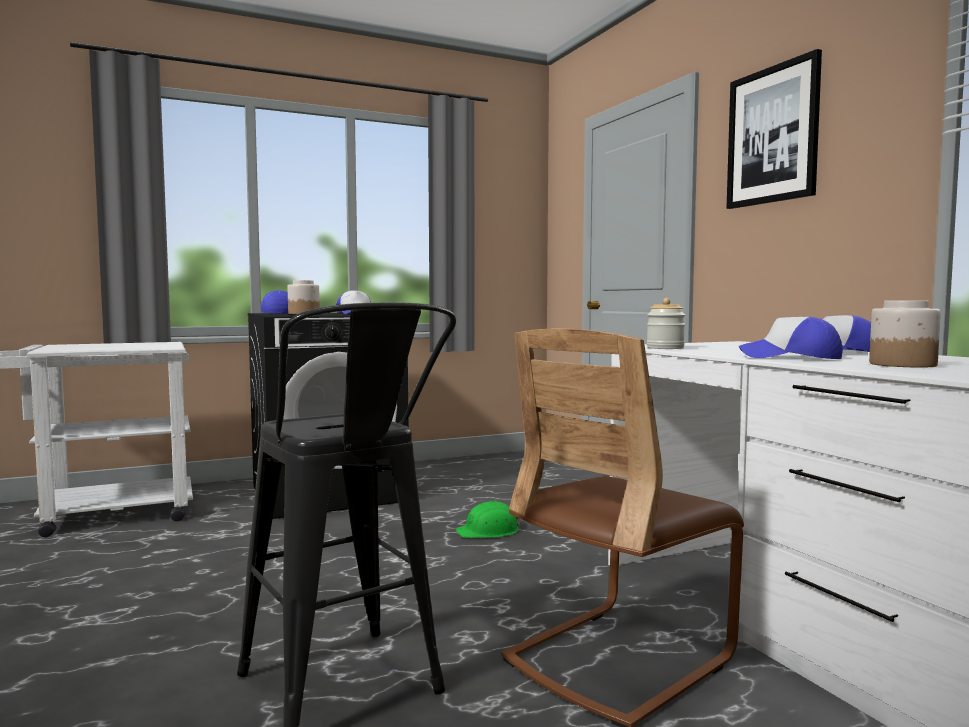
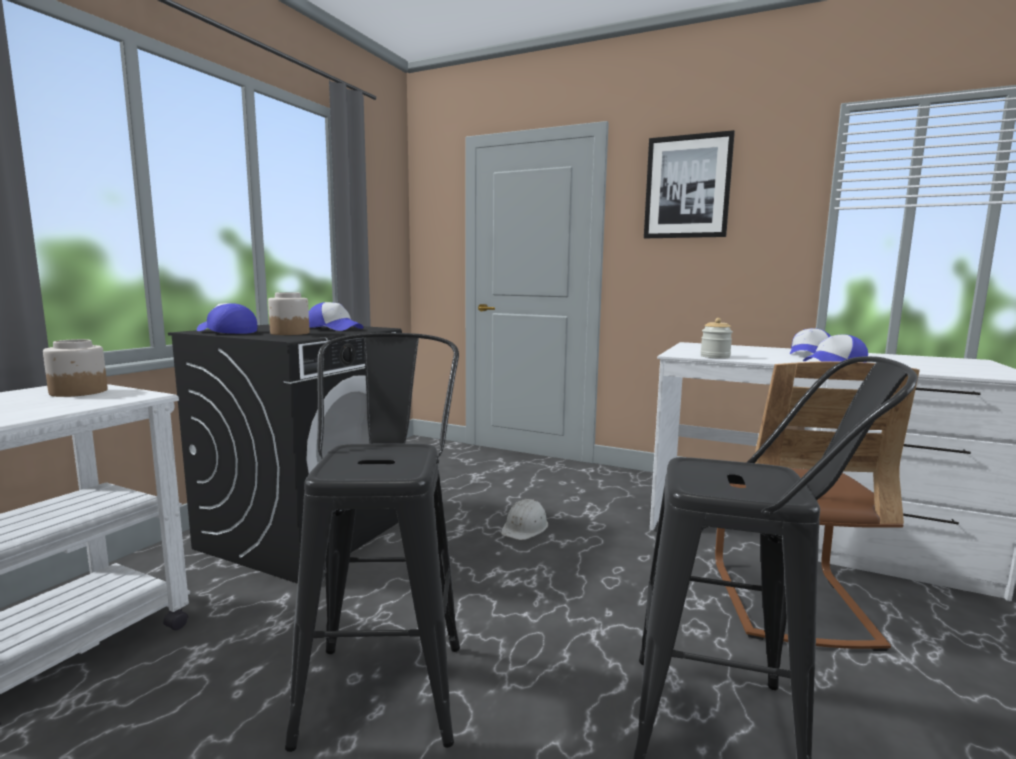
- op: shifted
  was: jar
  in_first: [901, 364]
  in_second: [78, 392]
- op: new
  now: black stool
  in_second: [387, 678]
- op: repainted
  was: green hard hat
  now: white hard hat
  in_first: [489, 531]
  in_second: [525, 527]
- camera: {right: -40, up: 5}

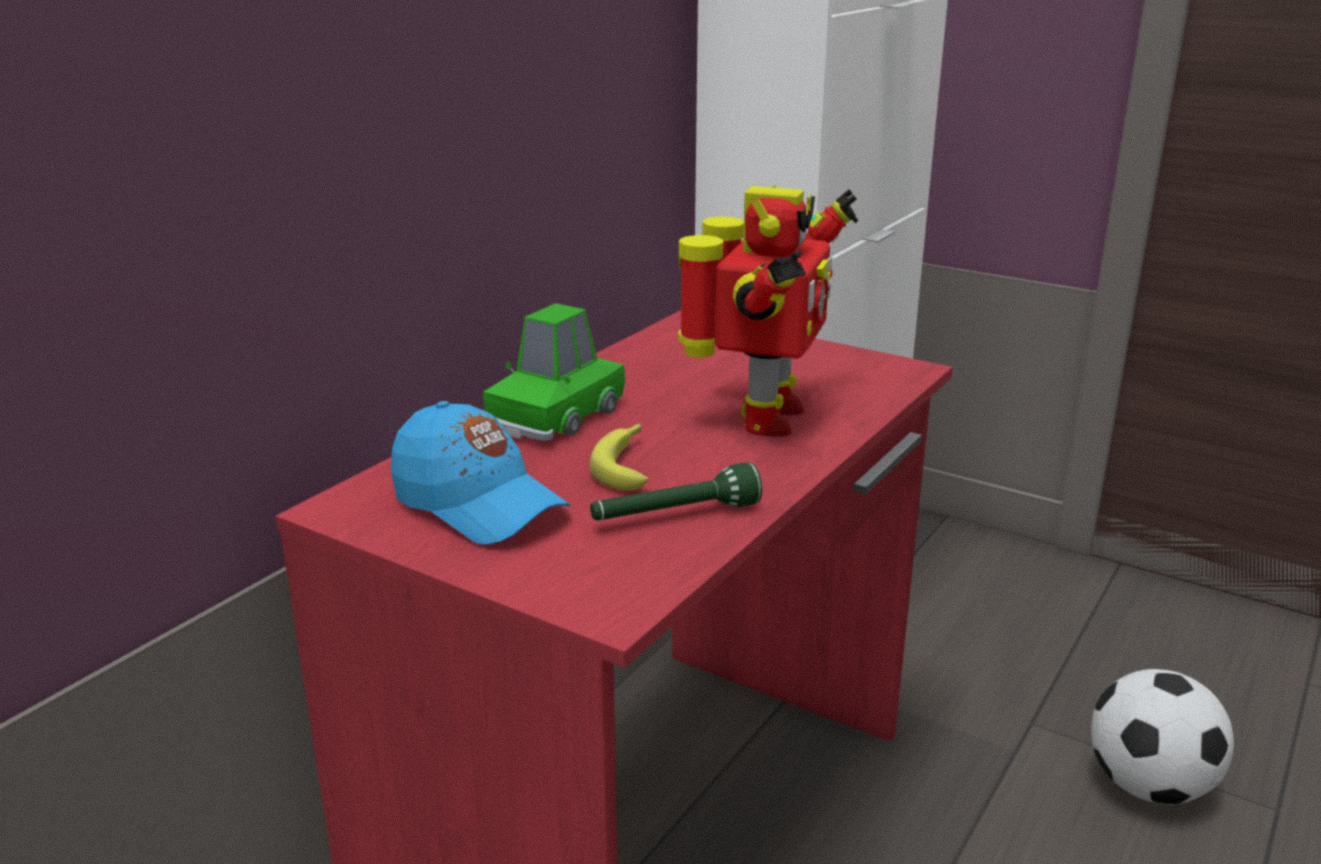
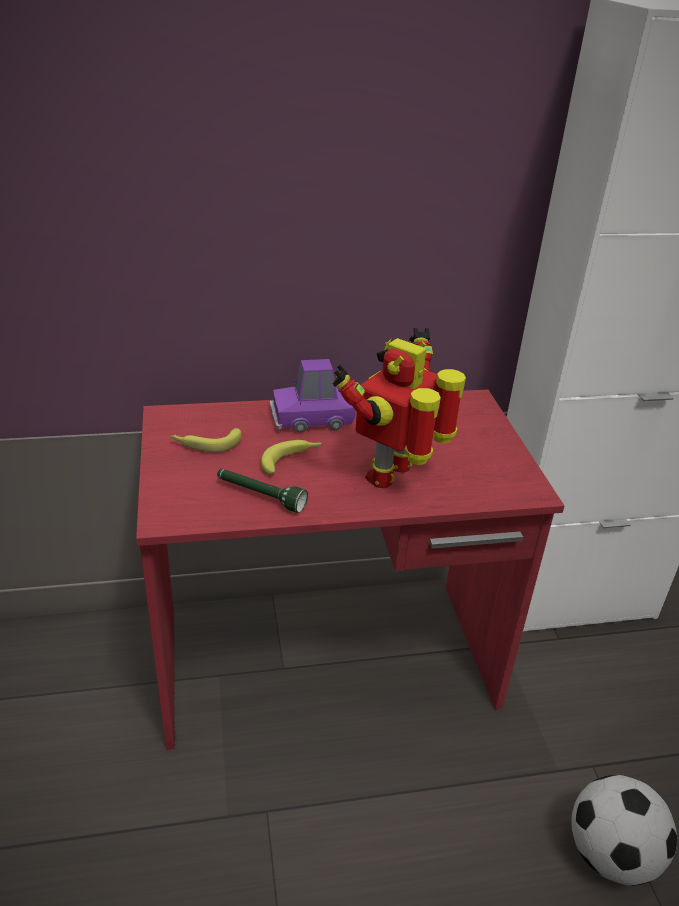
- op: swapped
  was: blue cap
  now: banana
  in_first: [478, 505]
  in_second: [206, 444]
- op: repainted
  was: green toy car
  now: purple toy car
  in_first: [556, 416]
  in_second: [311, 418]
- op: rotated
  was: toy robot
  in_first: [763, 419]
  in_second: [394, 474]
  clockwise: 150
- camera: {right: 45, up: 10}

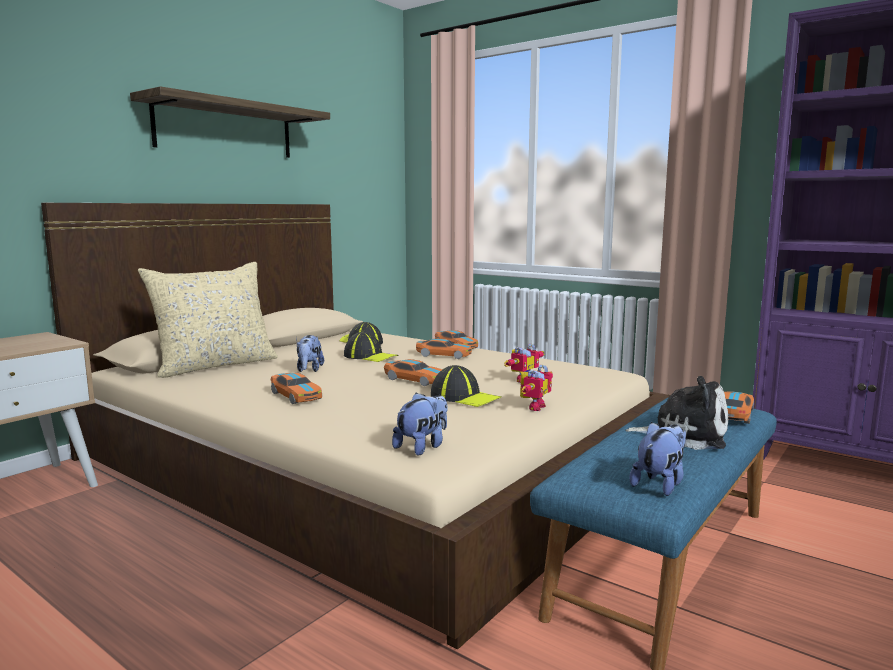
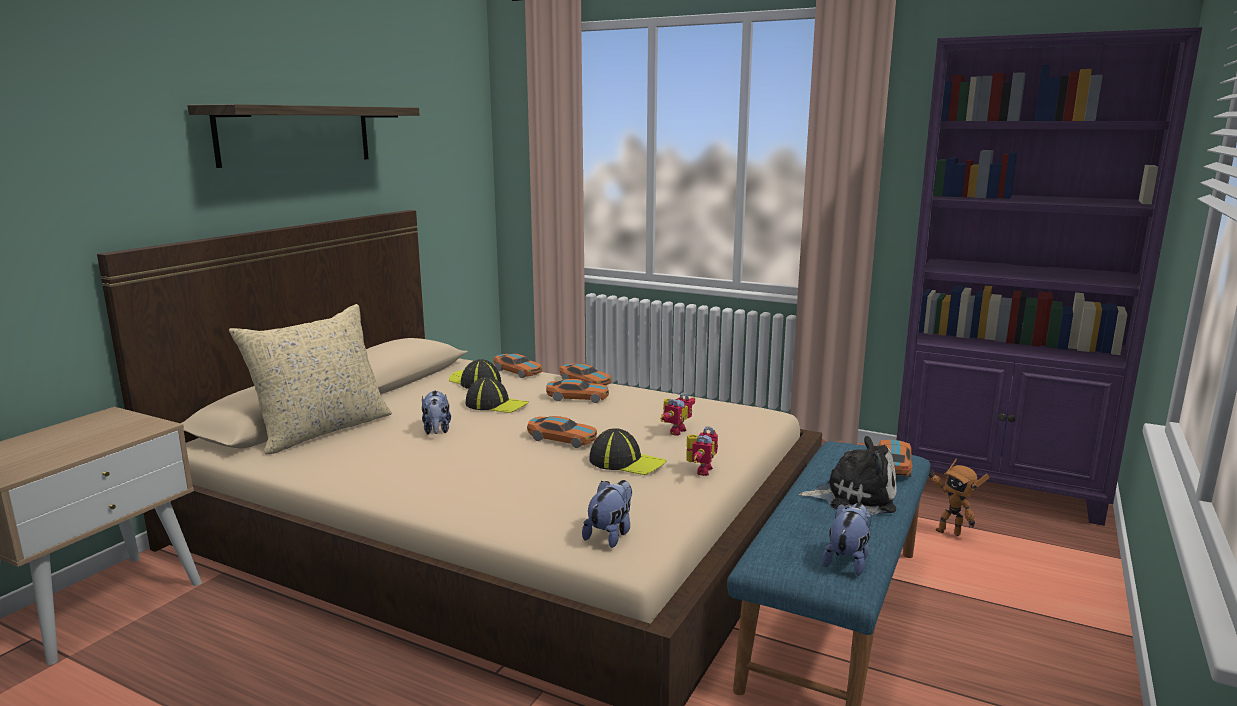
- op: shifted
  was: toy car
  in_first: [296, 395]
  in_second: [518, 371]
- op: new
  now: toy robot
  in_second: [948, 531]
- camera: {right: -10, up: 5}

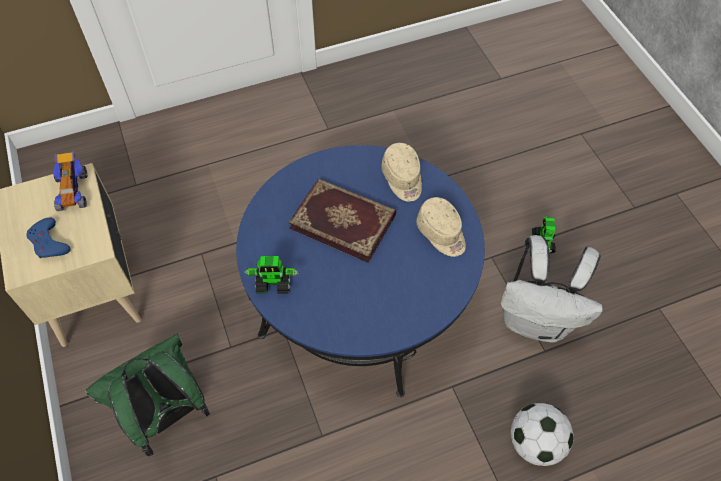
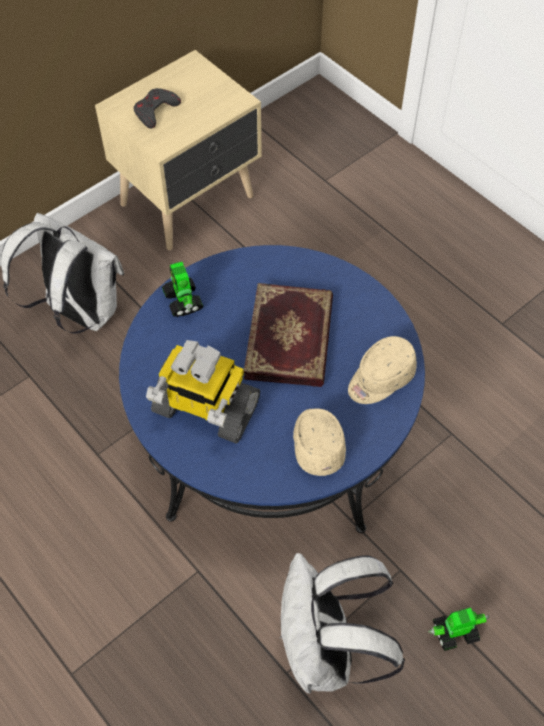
- op: repainted
  was: green backpack
  now: white backpack
  in_first: [168, 415]
  in_second: [79, 312]
- op: repainted
  was: blue game controller
  now: grey game controller
  in_first: [49, 242]
  in_second: [155, 111]
- op: new
  now: toy robot
  in_second: [204, 408]
- op: rotated
  was: beige cap
  in_first: [441, 233]
  in_second: [317, 443]
  clockwise: 135
- op: gone
  was: toy car
  in_first: [72, 190]
- op: gone
  was: football
  in_first: [535, 443]
- camera: {right: 70, up: 0}

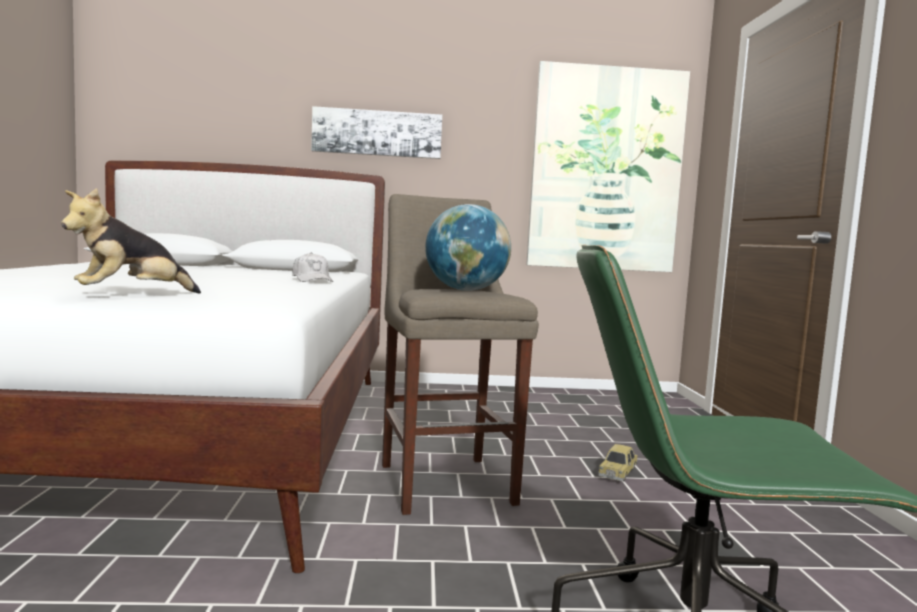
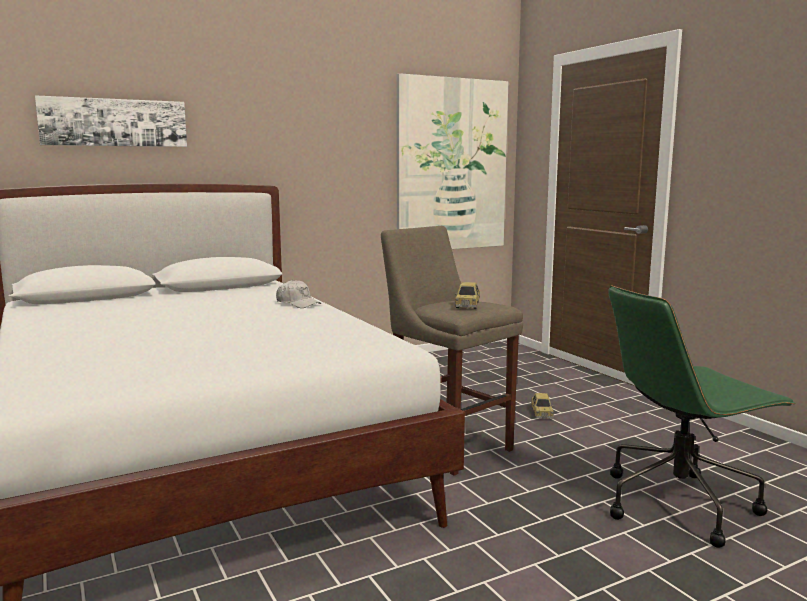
- op: shifted
  was: picture
  in_first: [377, 133]
  in_second: [114, 122]
- op: swapped
  was: globe
  now: toy car
  in_first: [466, 290]
  in_second: [467, 305]
- op: gone
  was: plush toy
  in_first: [131, 296]
- camera: {right: -25, up: 5}

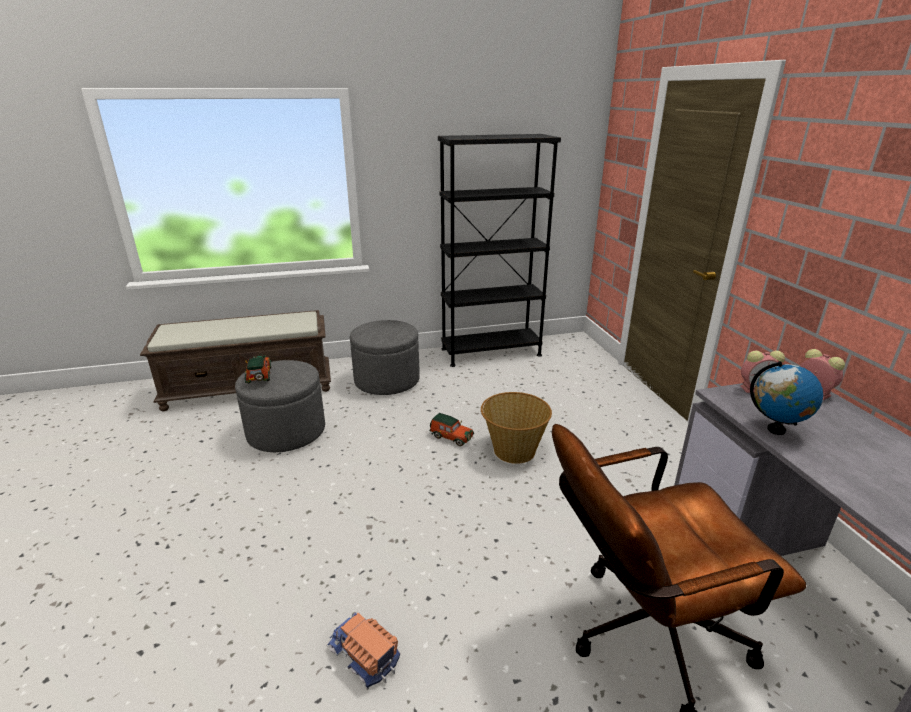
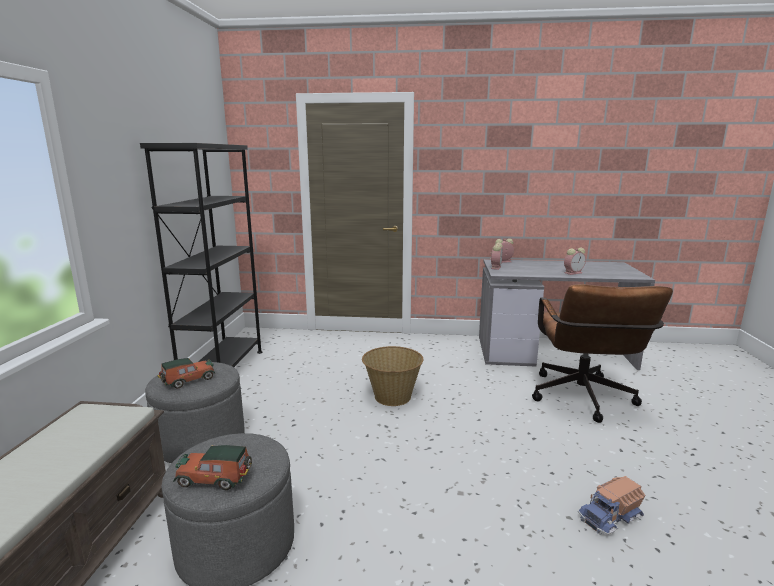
- op: shifted
  was: toy car
  in_first: [450, 436]
  in_second: [187, 381]
- op: new
  now: alarm clock
  in_second: [573, 273]
- op: gone
  was: globe
  in_first: [776, 430]
- camera: {right: -70, up: -10}

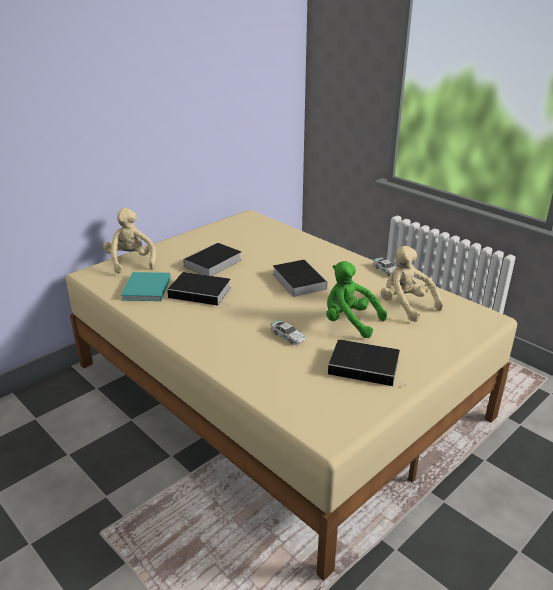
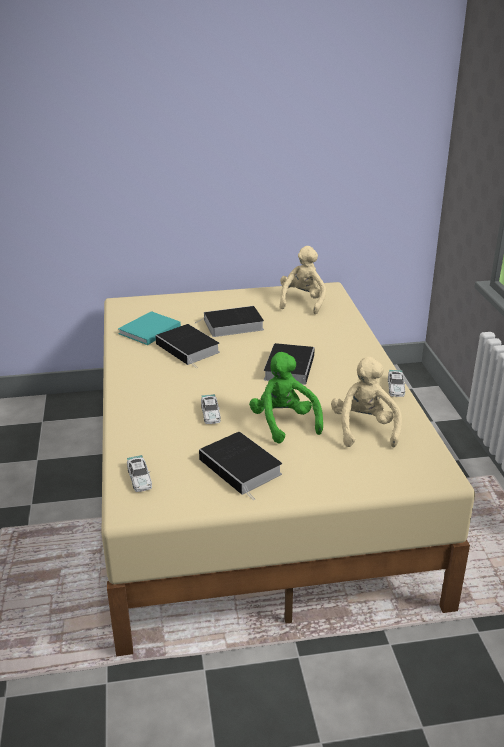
- op: new
  now: toy car
  in_second: [139, 478]
- op: shifted
  was: beige plush toy
  in_first: [131, 262]
  in_second: [302, 302]
- camera: {right: 35, up: 0}

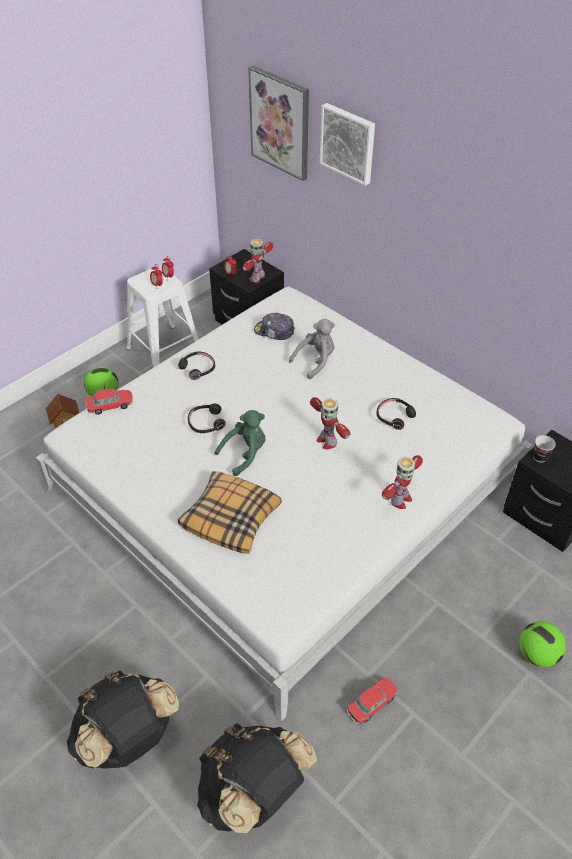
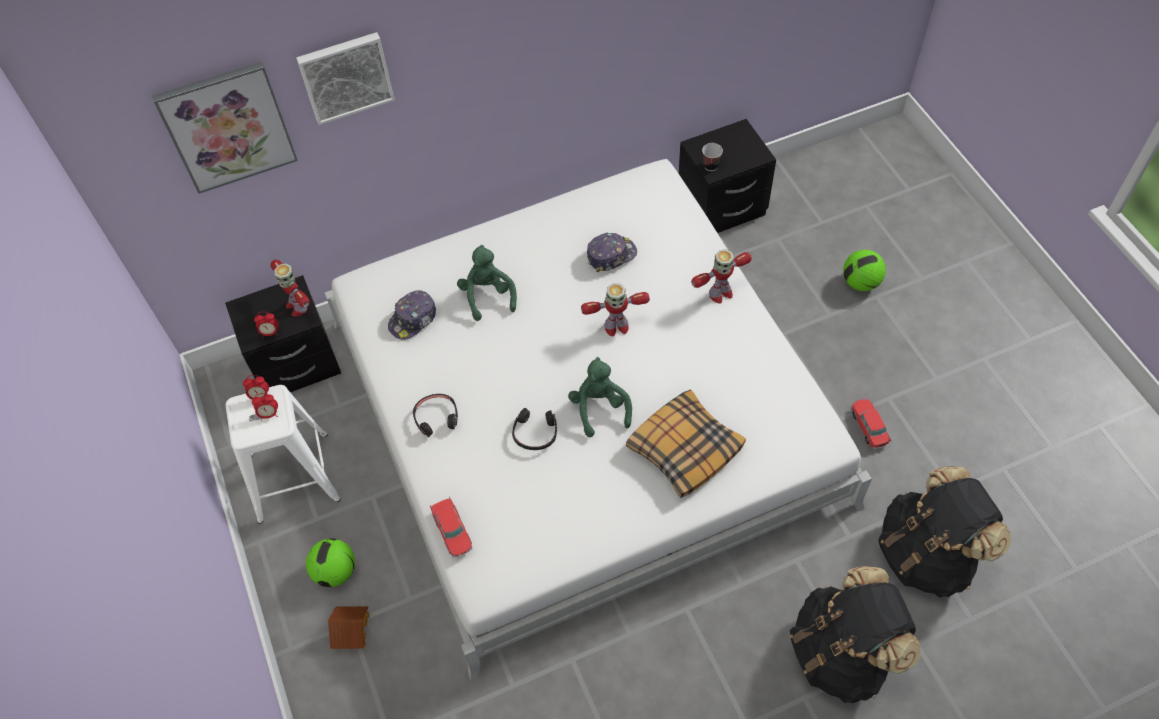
- op: rotated
  was: toy car
  in_first: [110, 405]
  in_second: [452, 531]
  clockwise: 150
- op: repainted
  was: grey plush toy
  now: green plush toy
  in_first: [315, 361]
  in_second: [488, 296]
- op: swapped
  was: black headphones
  now: cap
  in_first: [394, 416]
  in_second: [611, 255]
- op: rotated
  was: toy robot
  in_first: [400, 500]
  in_second: [720, 294]
  clockwise: 90
- camera: {right: -65, up: 10}

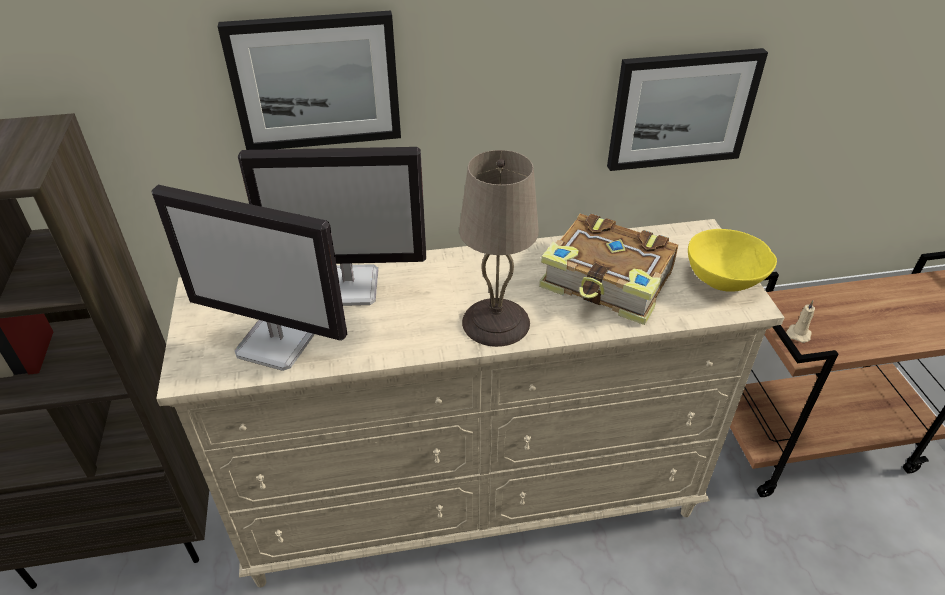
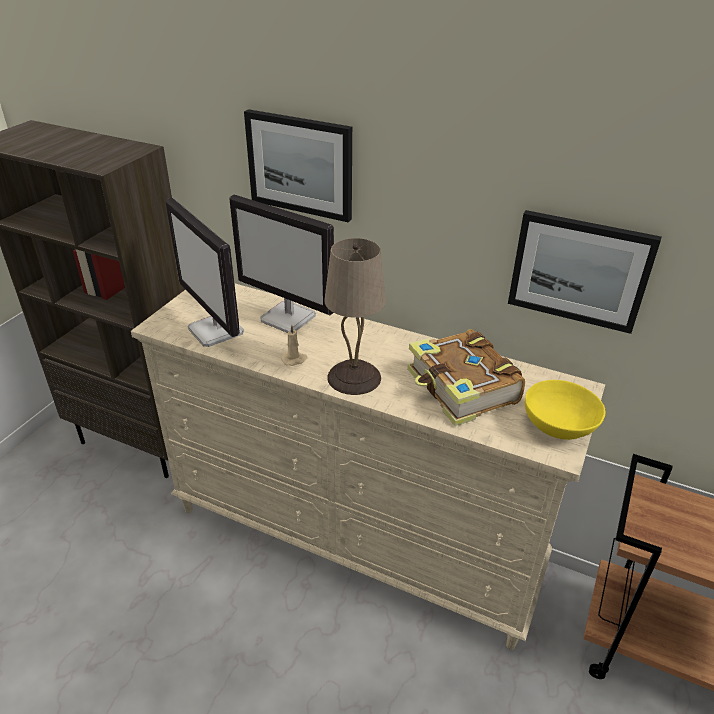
- op: shifted
  was: beige candle
  in_first: [798, 333]
  in_second: [294, 359]
- camera: {right: 35, up: -5}

